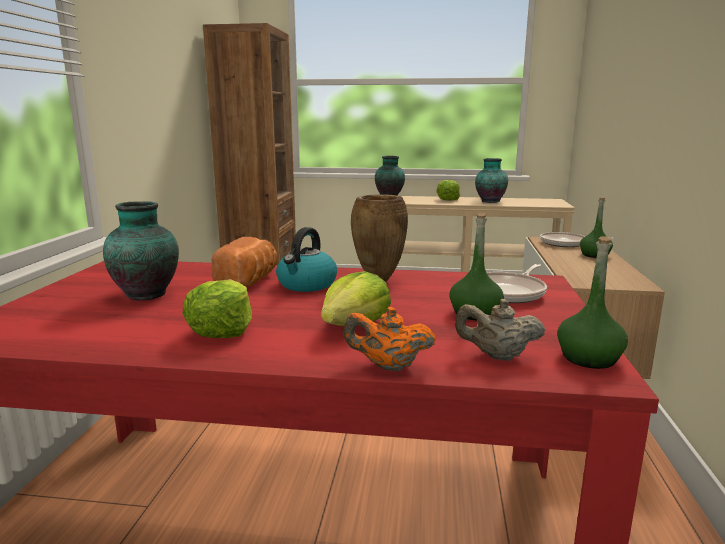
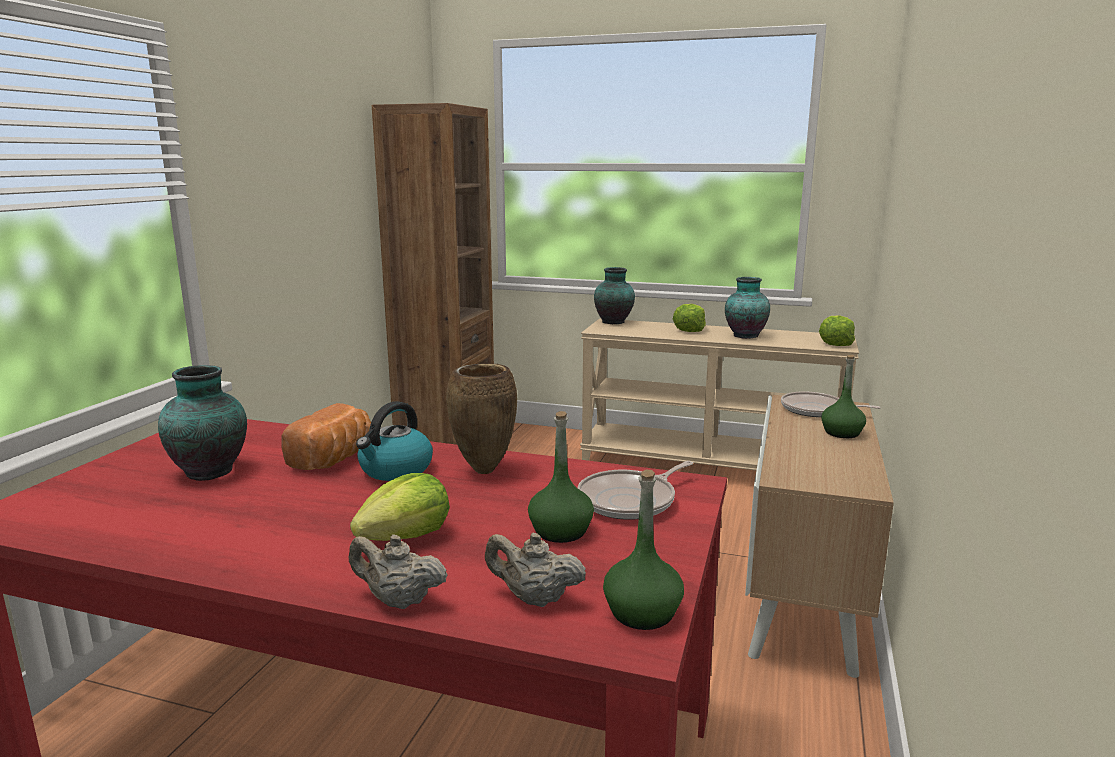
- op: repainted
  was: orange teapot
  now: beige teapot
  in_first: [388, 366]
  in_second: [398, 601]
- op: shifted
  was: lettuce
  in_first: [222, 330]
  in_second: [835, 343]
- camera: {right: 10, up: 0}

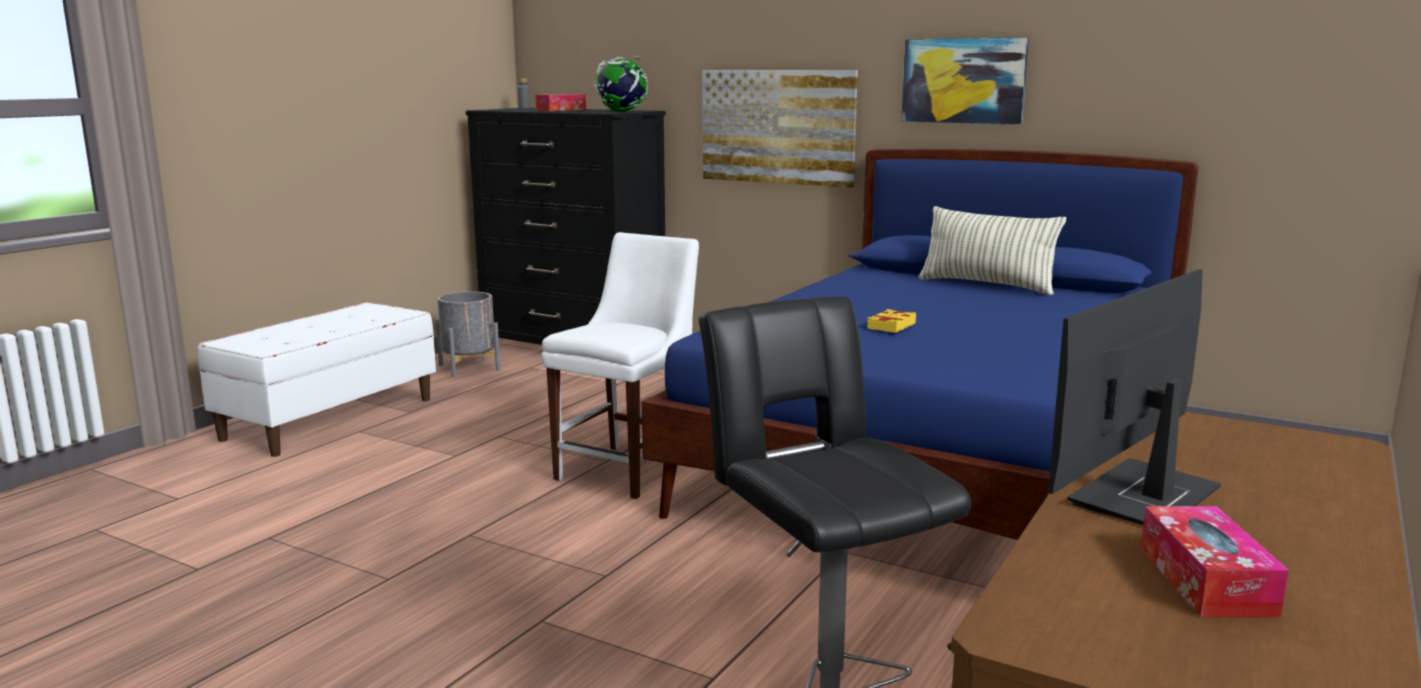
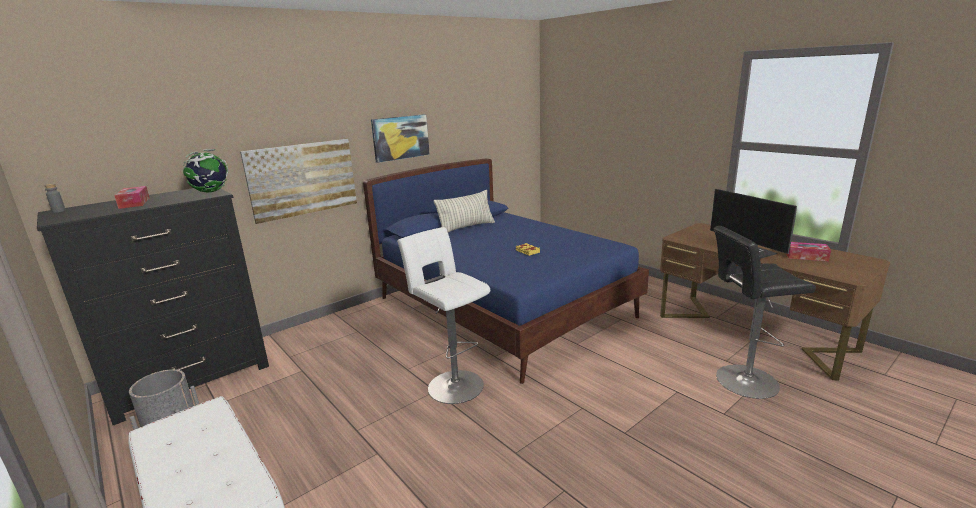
- op: swapped
  was: white chair
  now: white stool
  in_first: [629, 469]
  in_second: [452, 384]
- camera: {right: -70, up: 5}

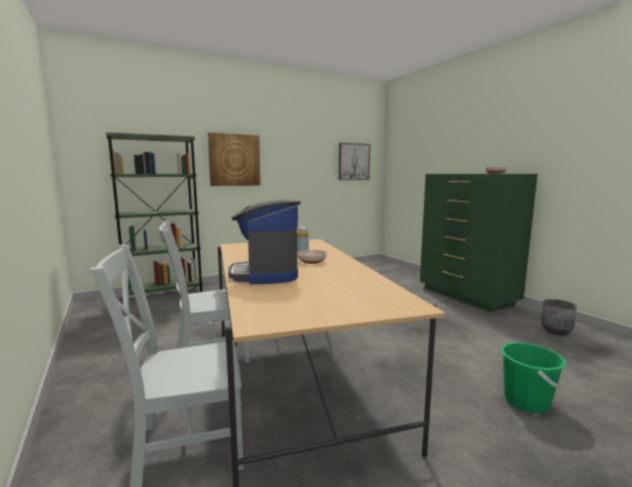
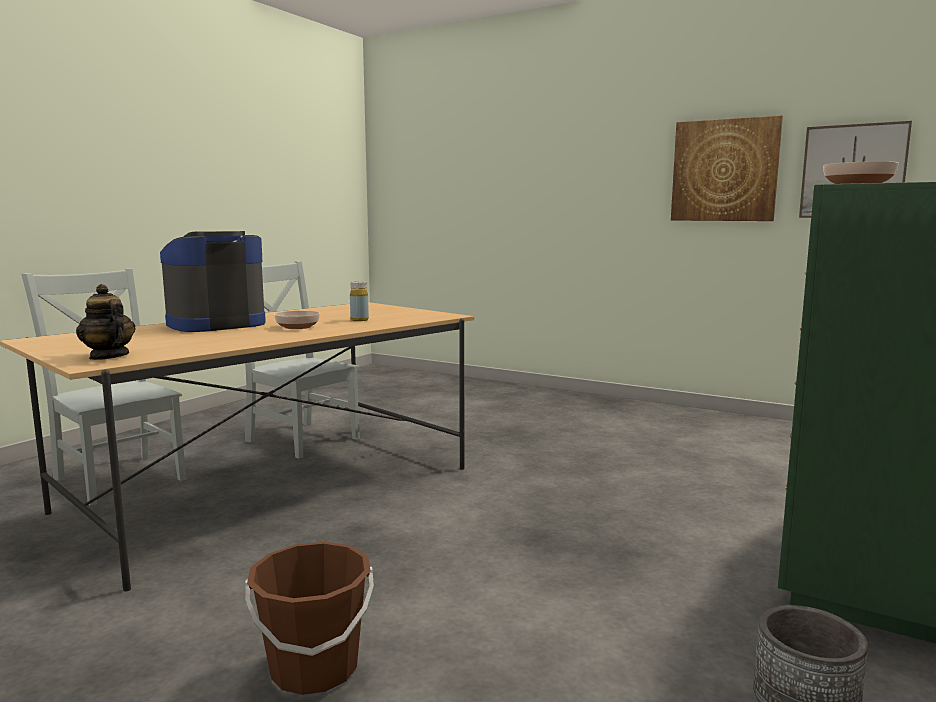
- op: new
  now: teapot
  in_second: [108, 356]
- op: repainted
  was: green bucket
  now: brown bucket
  in_first: [526, 402]
  in_second: [314, 669]
- op: shifted
  was: picture
  in_first: [234, 160]
  in_second: [724, 170]
- op: gone
  was: green bookcase
  in_first: [163, 294]
- camera: {right: 60, up: 0}

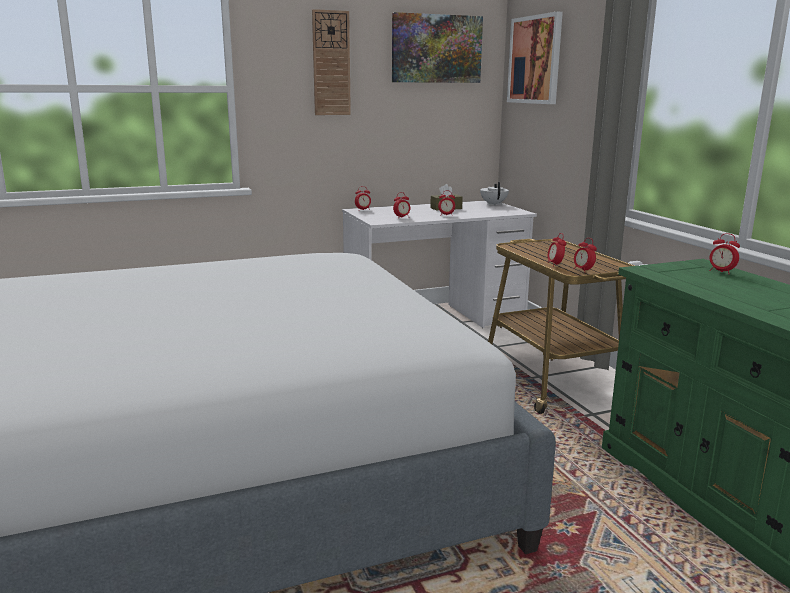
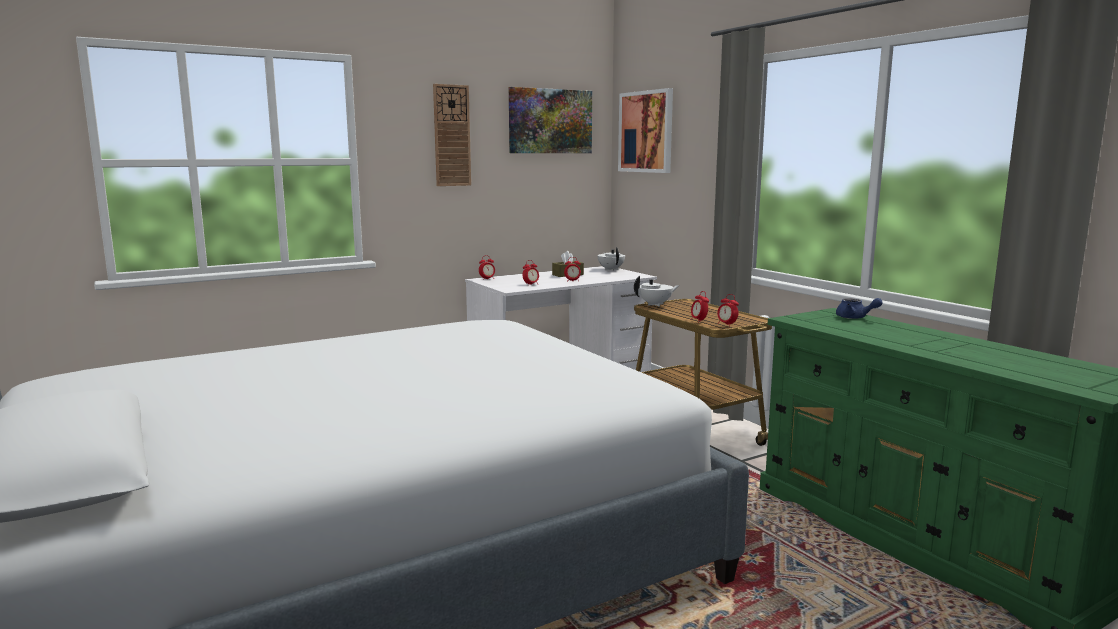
- op: new
  now: white teapot
  in_second: [655, 304]
- op: swapped
  was: alarm clock
  now: blue teapot
  in_first: [721, 272]
  in_second: [855, 318]
- camera: {right: -10, up: -5}

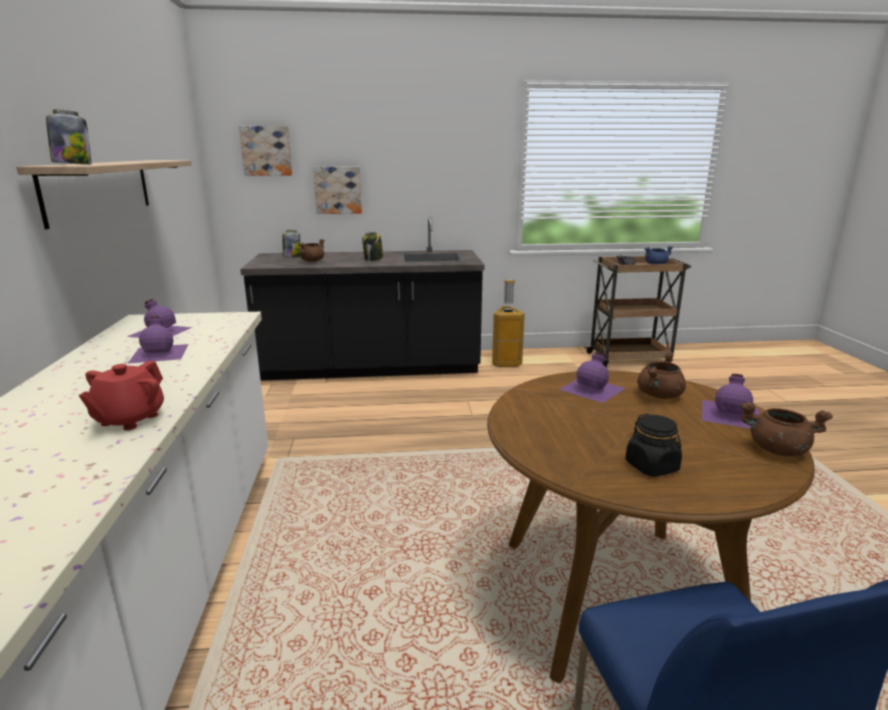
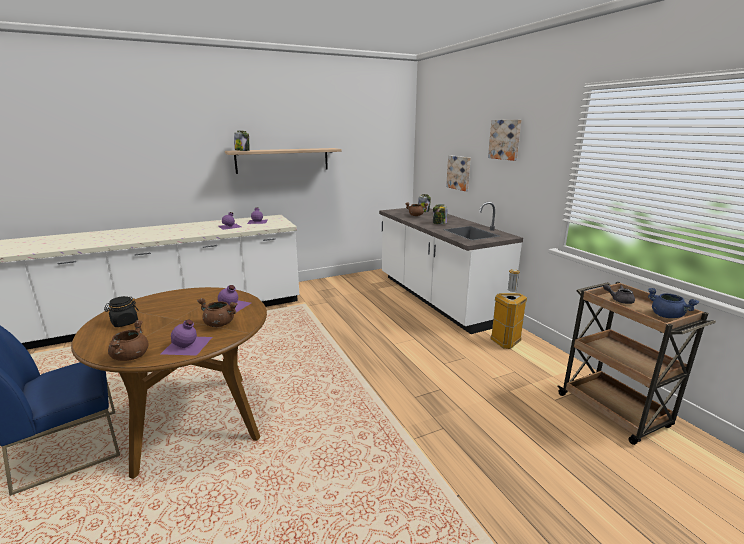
- op: repainted
  was: black counter
  now: white counter
  in_first: [371, 368]
  in_second: [436, 298]
- op: shifted
  was: picture
  in_first: [266, 151]
  in_second: [505, 139]
- op: gone
  was: red teapot
  in_first: [129, 419]
- camera: {right: 70, up: 0}

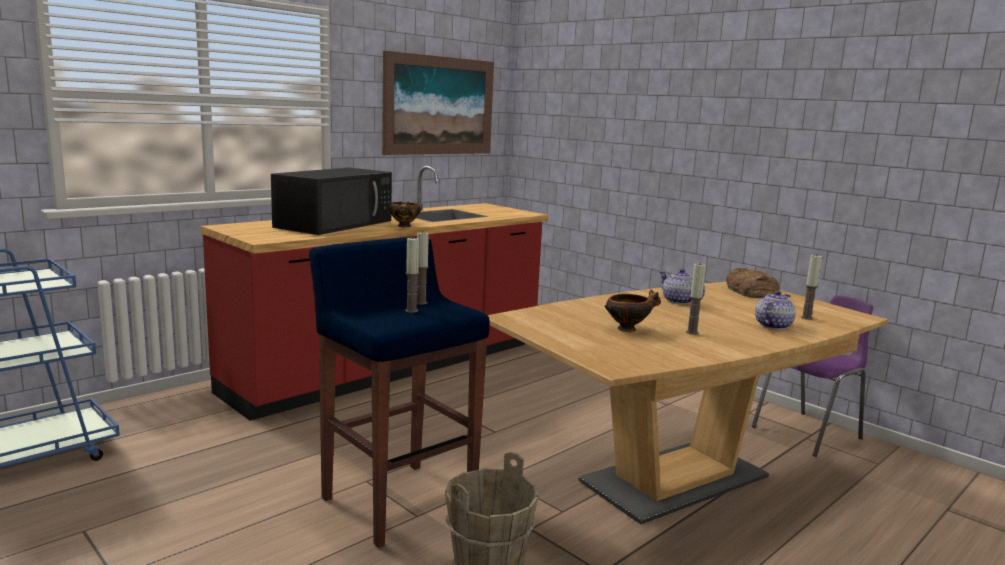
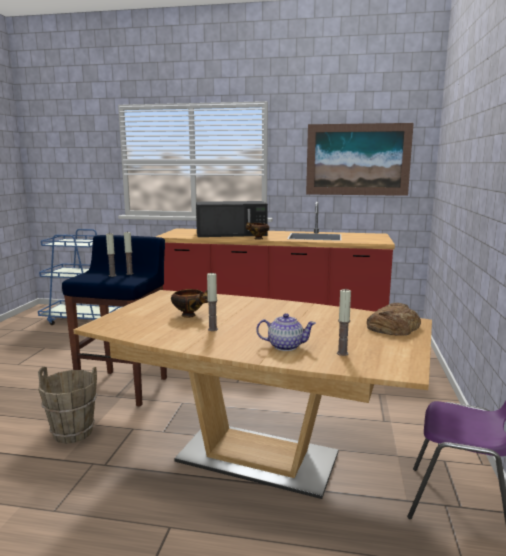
- op: gone
  was: teapot
  in_first: [678, 301]
- camera: {right: 55, up: 0}

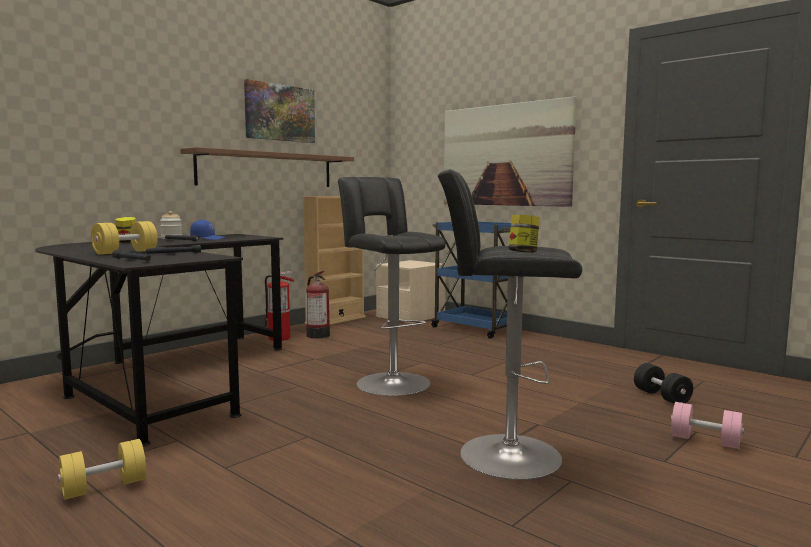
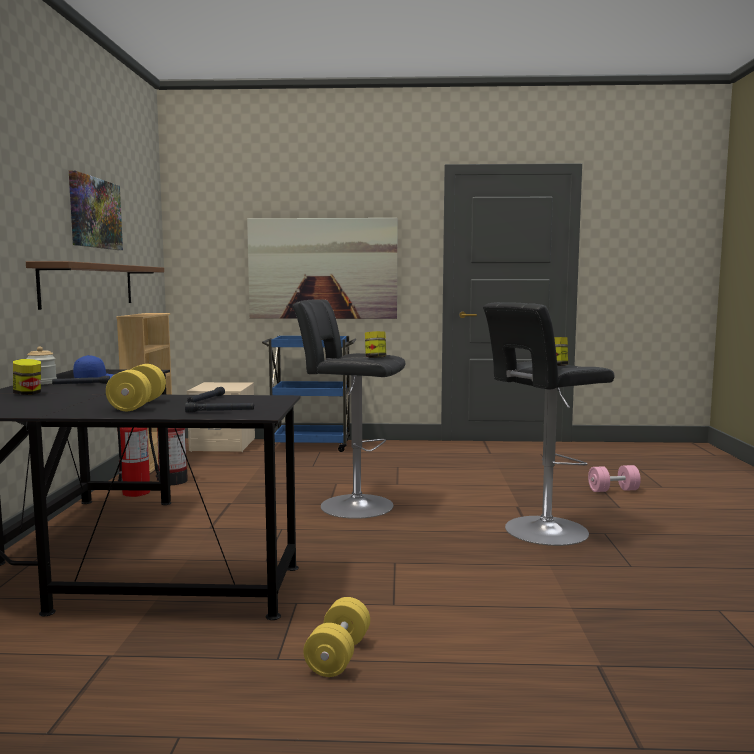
- op: new
  now: jar
  in_second: [375, 358]
- op: gone
  was: black dumbbell
  in_first: [661, 397]
- camera: {right: -40, up: 0}

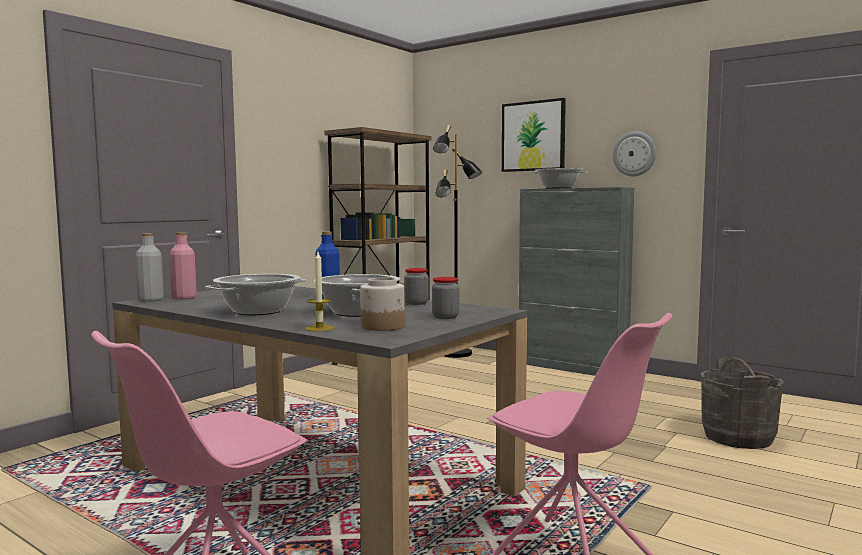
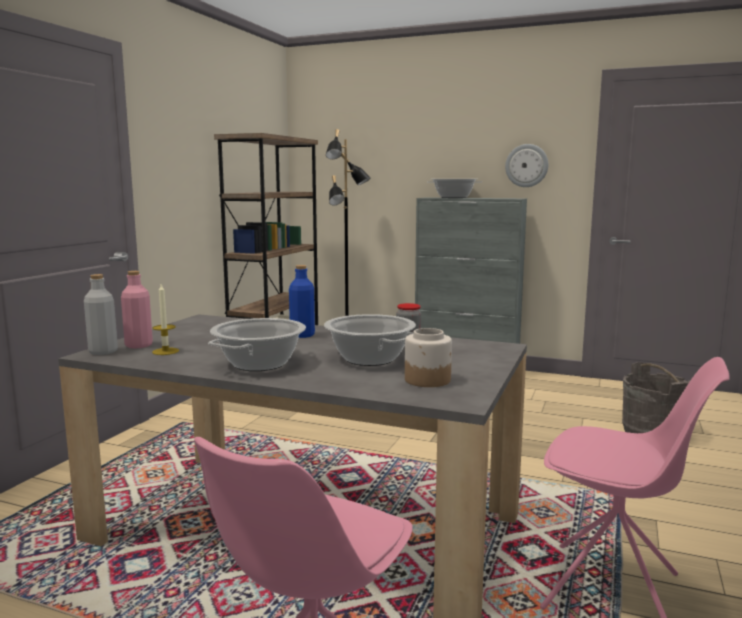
- op: shifted
  was: candle
  in_first: [319, 328]
  in_second: [165, 351]
- op: gone
  was: jar
  in_first: [445, 317]
- op: gone
  was: picture
  in_first: [533, 136]
- camera: {right: -15, up: 5}

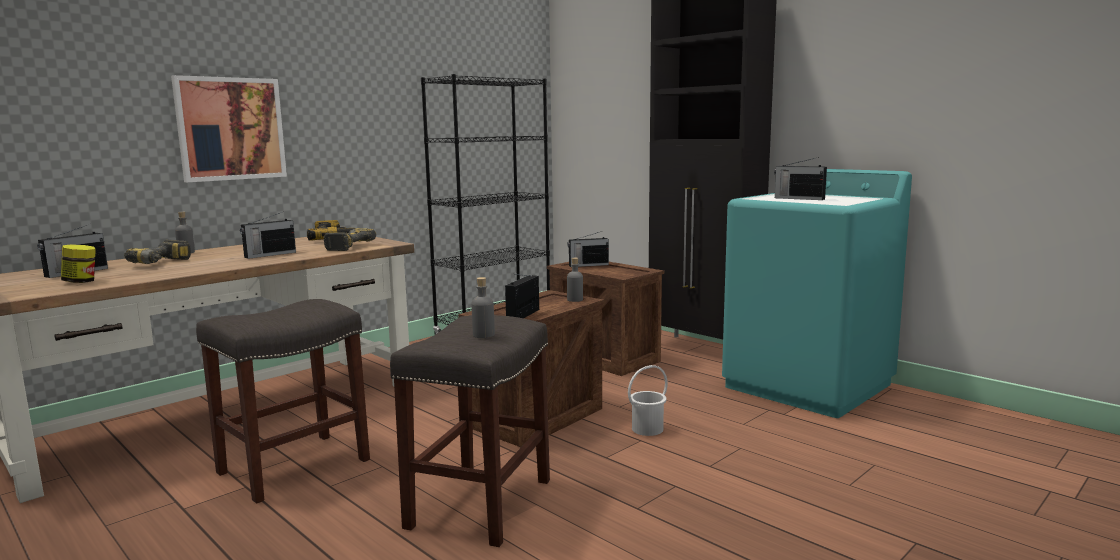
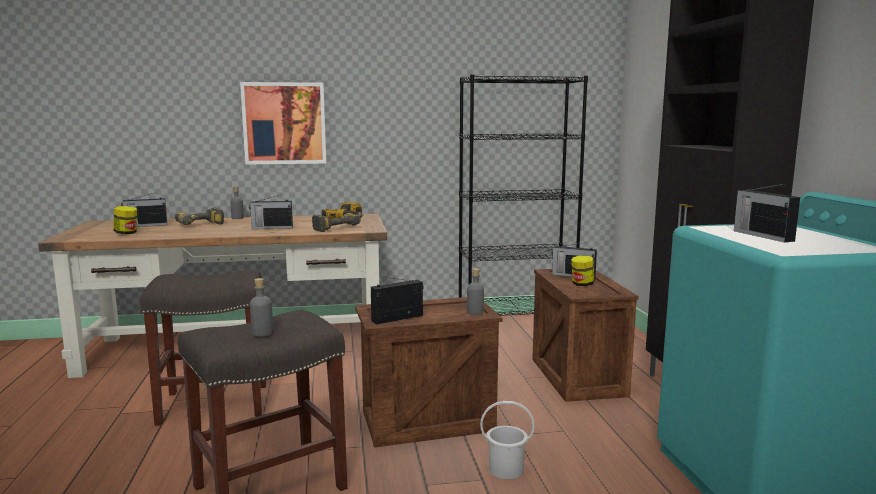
- op: new
  now: jar
  in_second: [582, 284]
- camera: {right: 35, up: 0}

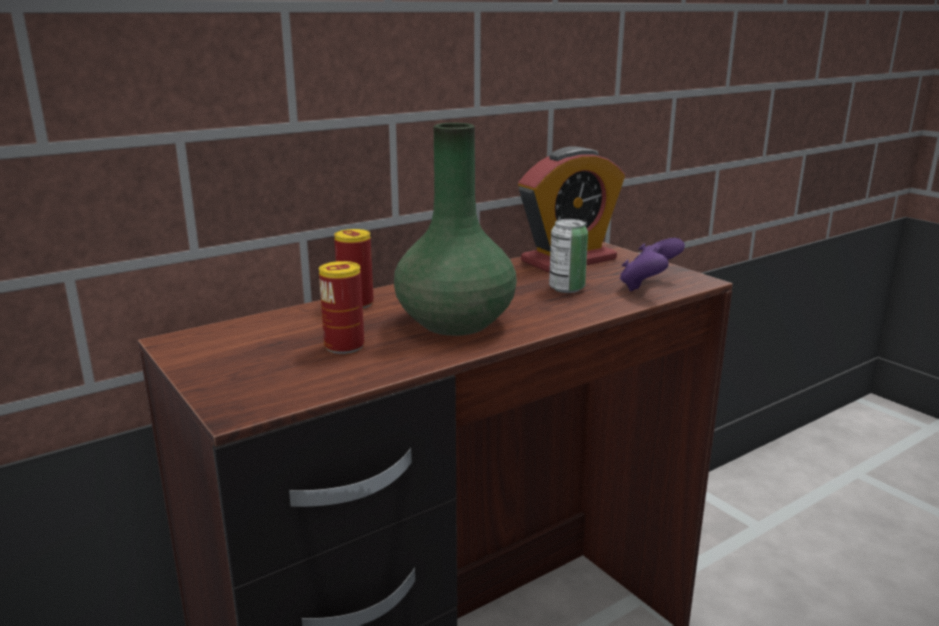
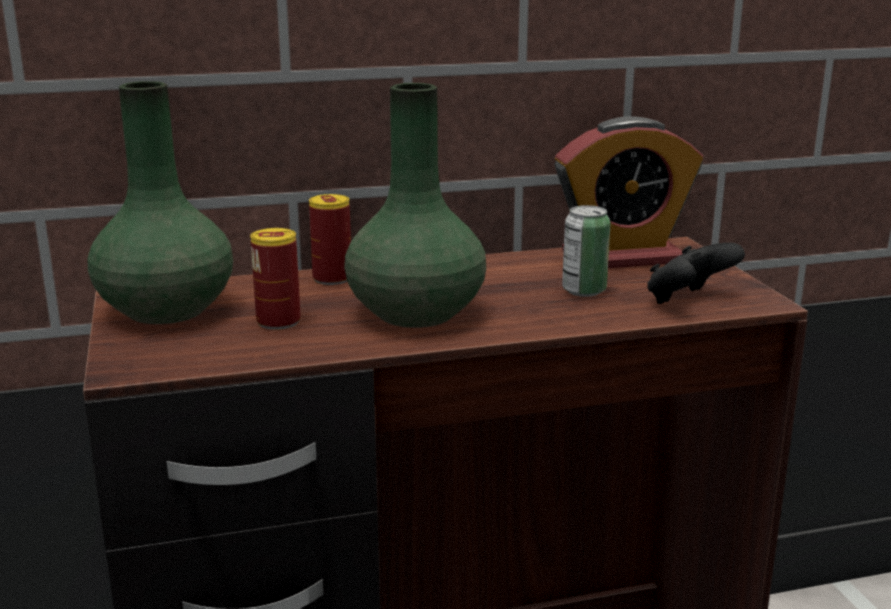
- op: new
  now: green vase
  in_second: [165, 310]
- op: repainted
  was: purple game controller
  now: black game controller
  in_first: [648, 286]
  in_second: [688, 301]
- camera: {right: 20, up: 0}

